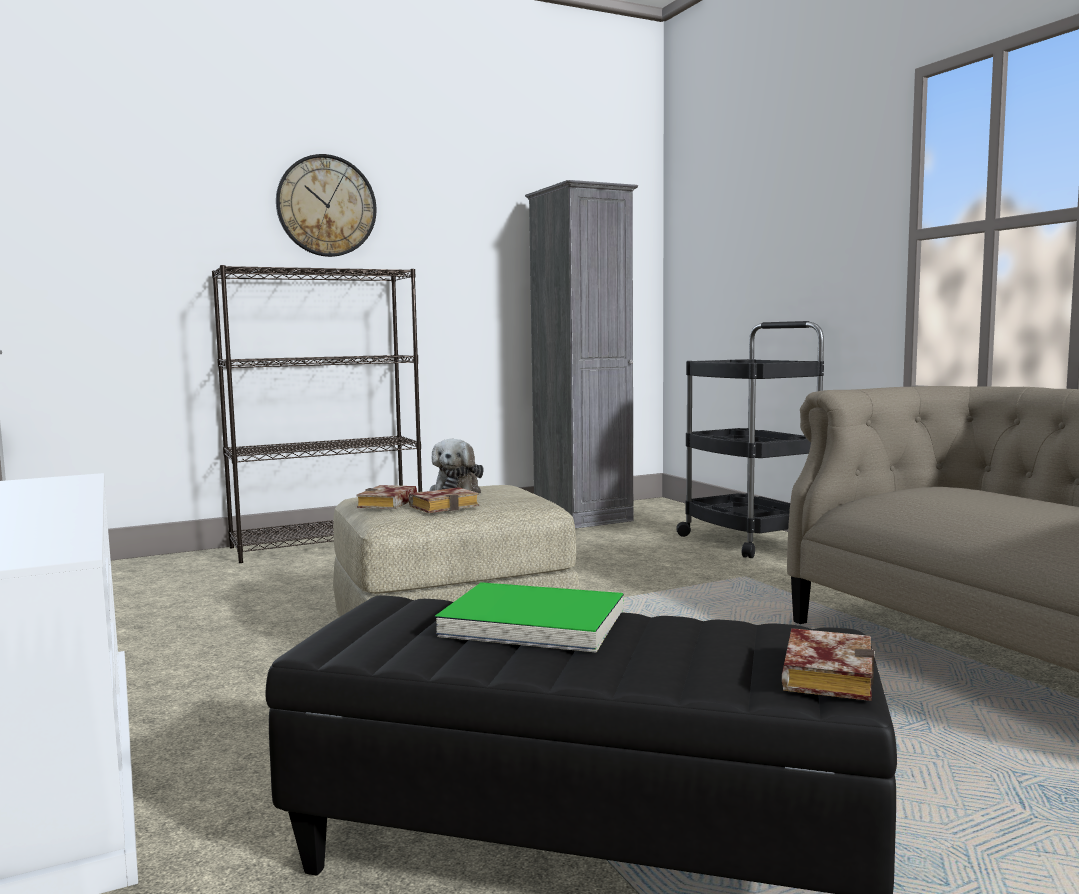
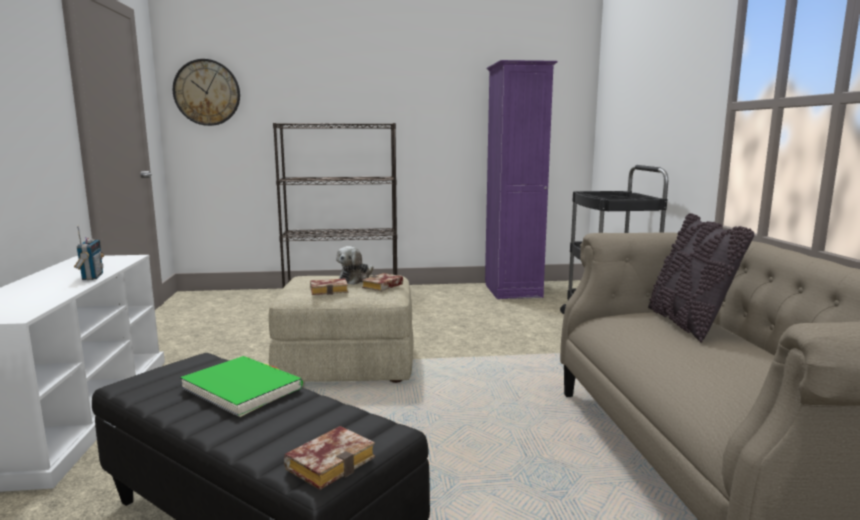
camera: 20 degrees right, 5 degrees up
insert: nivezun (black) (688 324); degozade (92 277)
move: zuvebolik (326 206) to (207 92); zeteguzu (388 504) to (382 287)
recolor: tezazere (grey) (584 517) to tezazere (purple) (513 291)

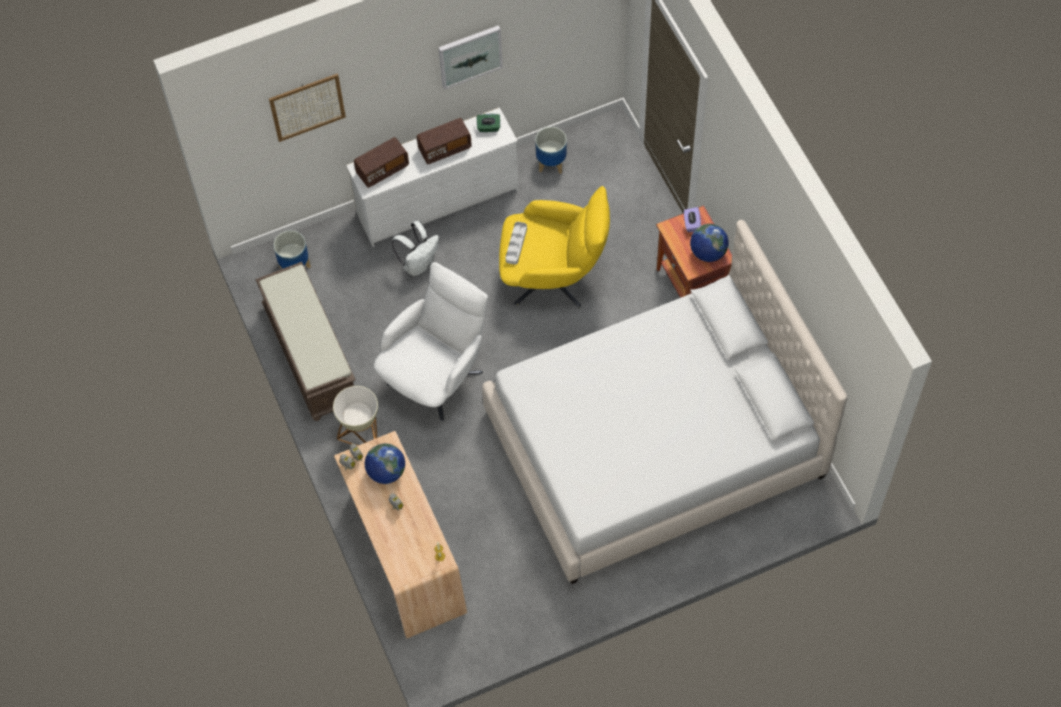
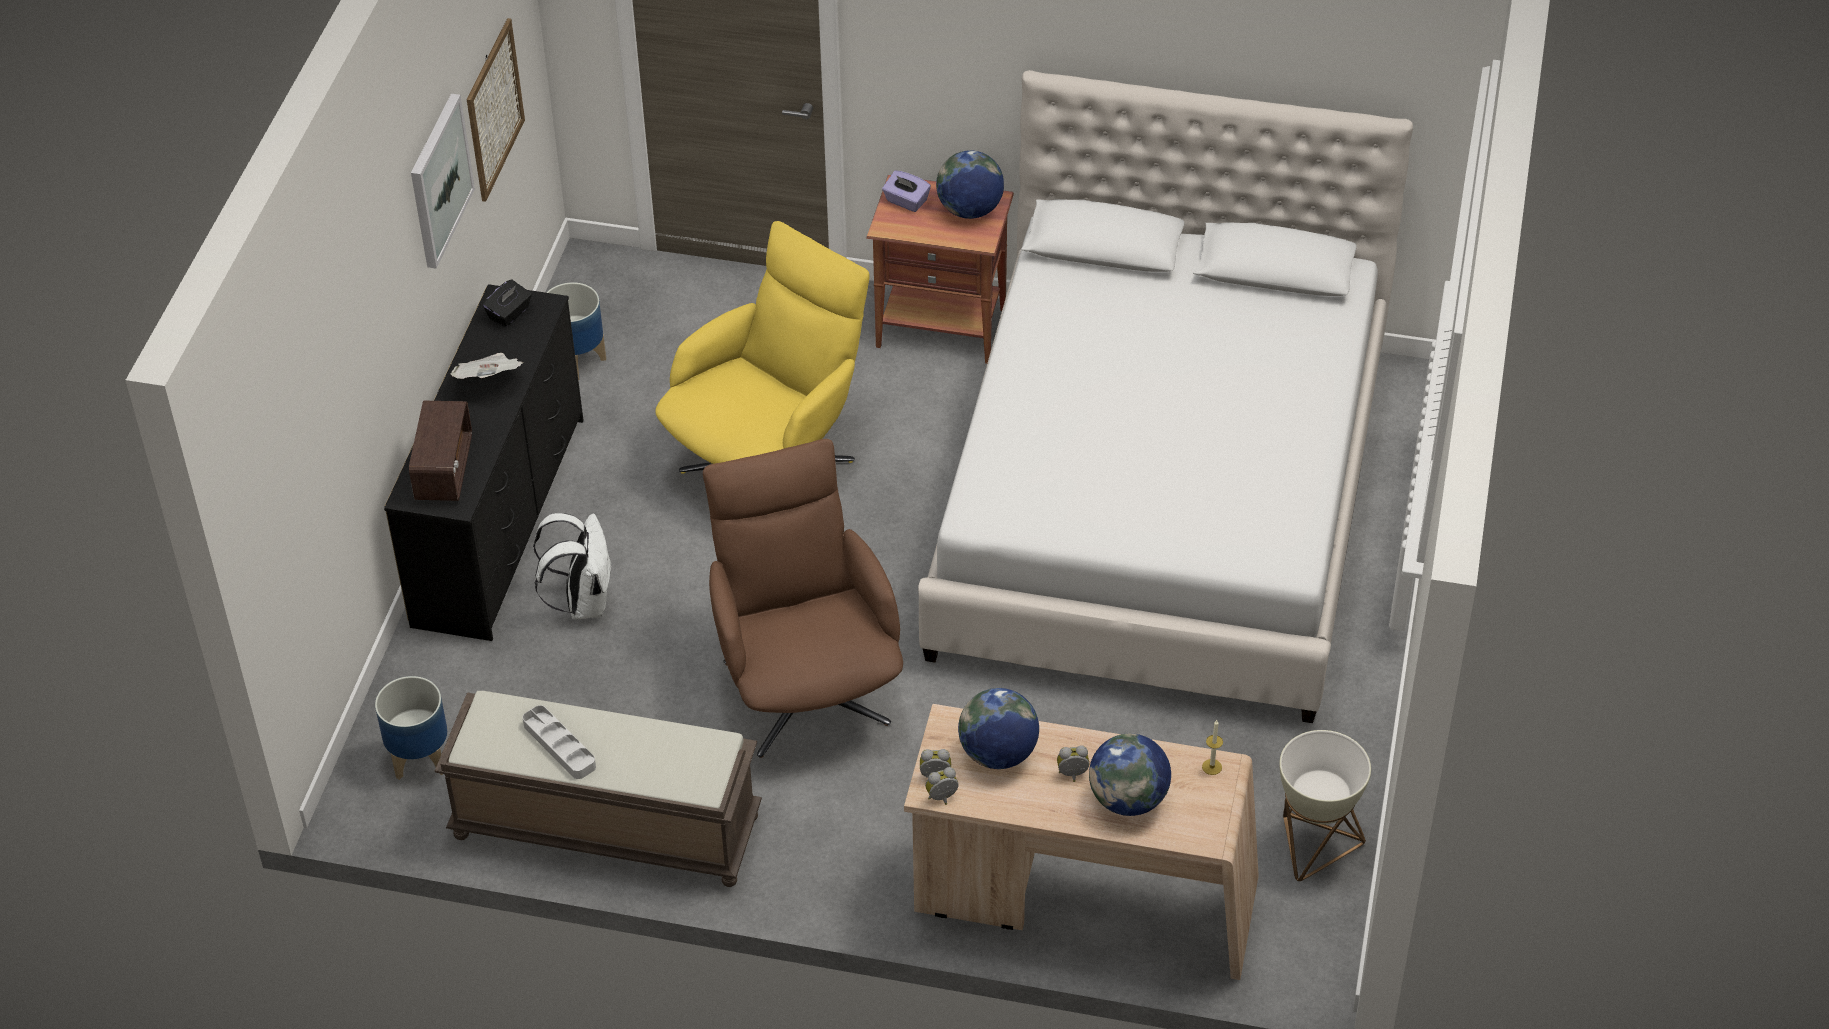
camera: 55 degrees left, 15 degrees down
insert: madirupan (1128 799)
move: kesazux (307 106) to (493 107); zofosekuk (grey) (516 244) to (559 745); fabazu (361 434) to (1315 844)
replace: degozade (444 149) to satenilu (489 380)
recolor: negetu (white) (438 203) to negetu (black) (500 521); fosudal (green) (488 127) to fosudal (black) (509 313); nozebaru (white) (437 376) to nozebaru (brown) (805 688)

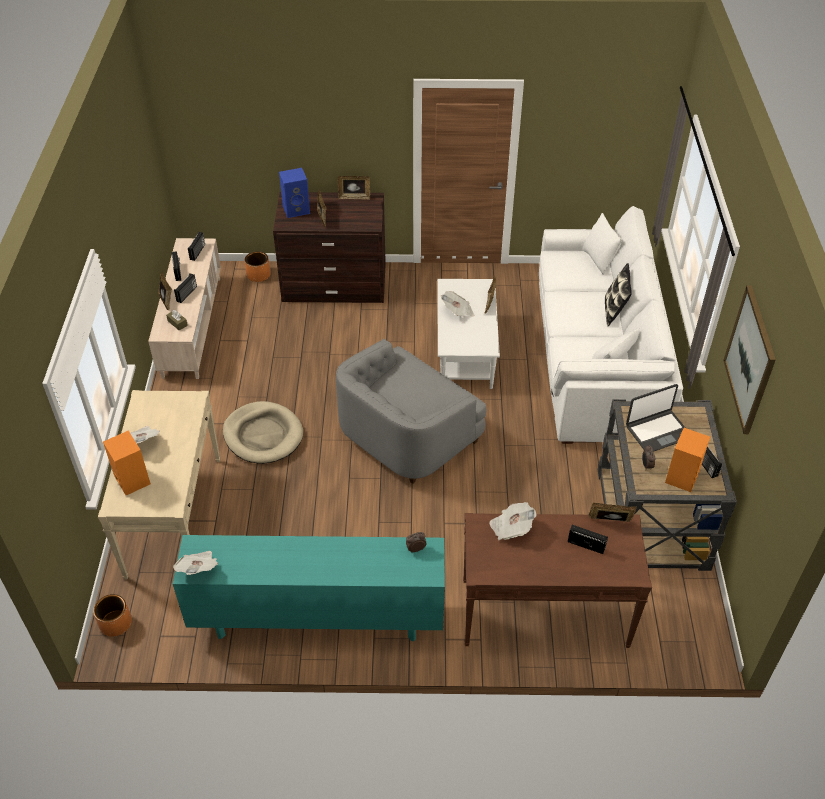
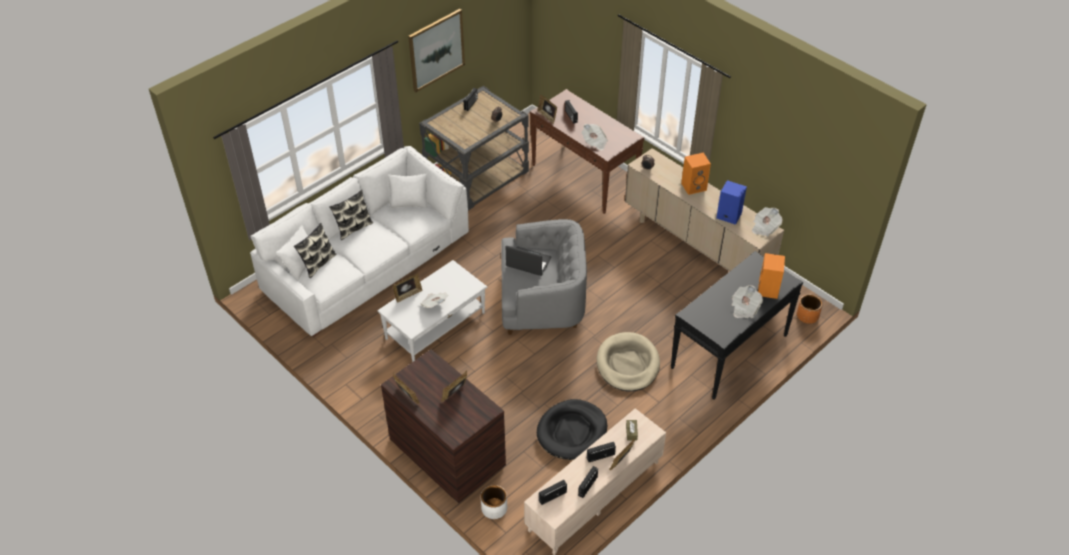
camera: 135 degrees left, 0 degrees up
insert: nivezun (318 263); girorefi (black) (572 432)
move: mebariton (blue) (296 209) to (728 216); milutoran (657 431) to (528 263); mebariton (orange) (682 478) to (694 186)
recolor: fabazu (orange) (258 275) to fabazu (white) (494 508); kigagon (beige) (174 516) to kigagon (black) (729 352); tezazere (turquoise) (317 620) to tezazere (beige) (696 246)

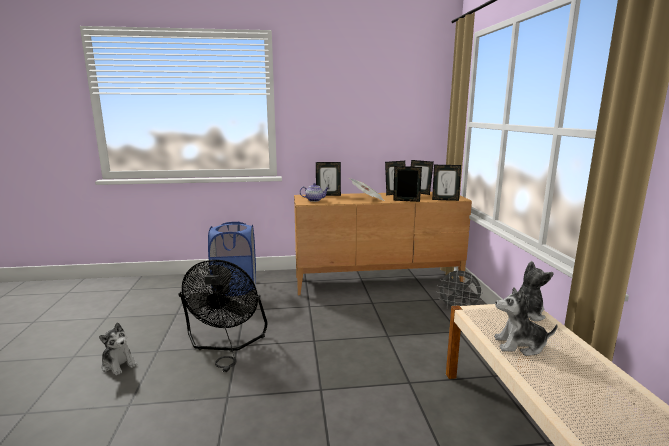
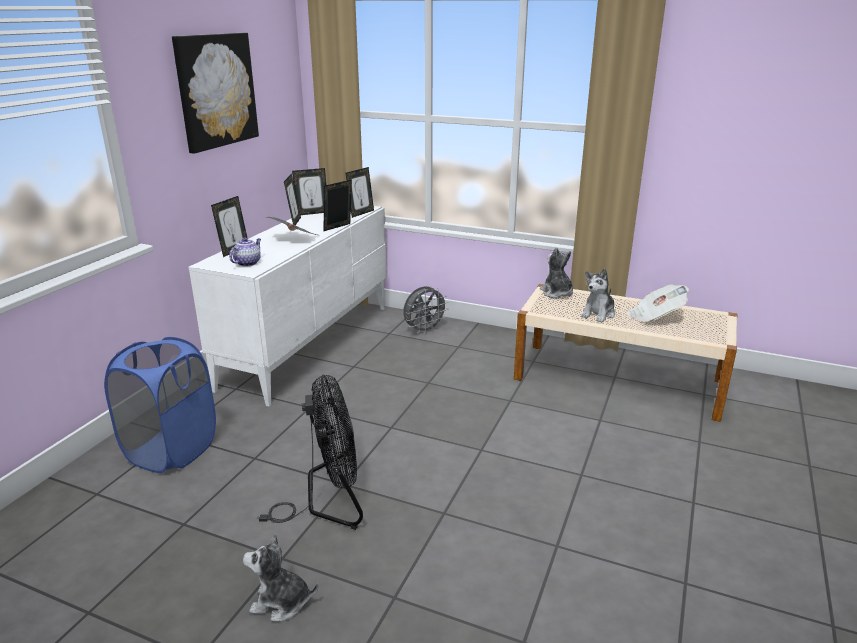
camera: 60 degrees left, 10 degrees up
insert: kesazux (216 91); satenilu (655 316)
recolor: negetu (brown) (378 281) to negetu (white) (308 344)
rotate: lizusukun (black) (223 344) = (327 494) 135 degrees clockwise; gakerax (118 364) = (281 602) 150 degrees counterclockwise

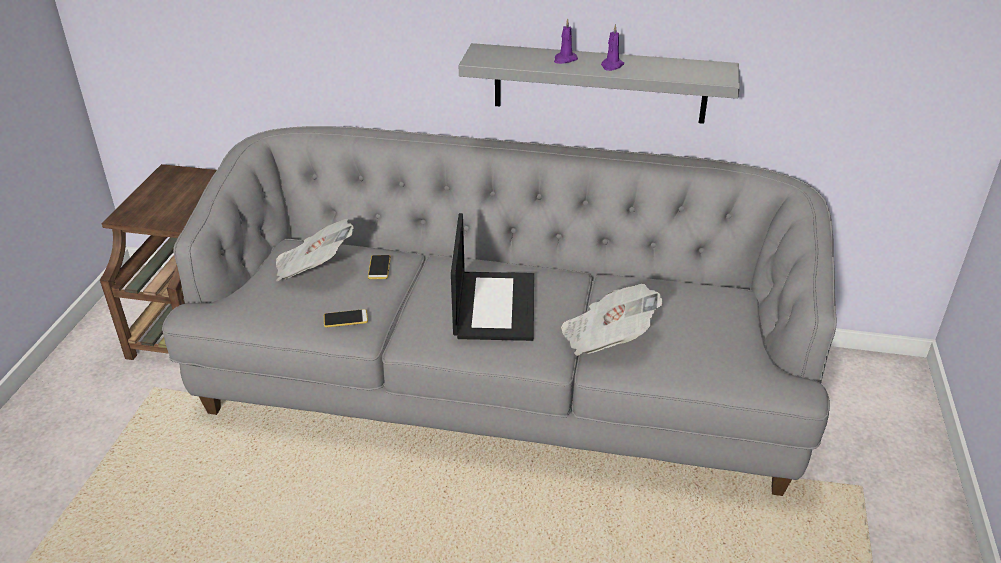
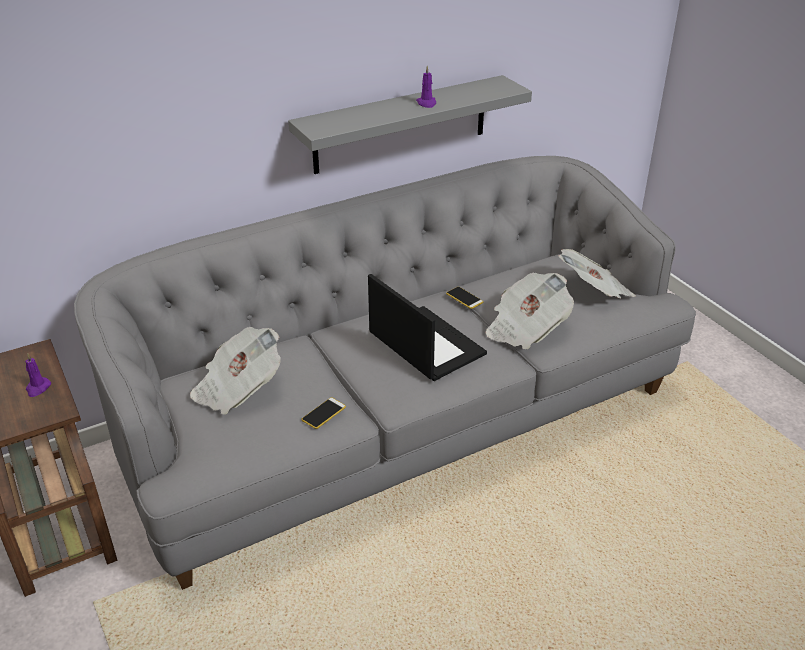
camera: 40 degrees left, 0 degrees up
insert: satenilu (594 292)
move: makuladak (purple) (564 59) to (38 388); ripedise (379 267) to (464 298)

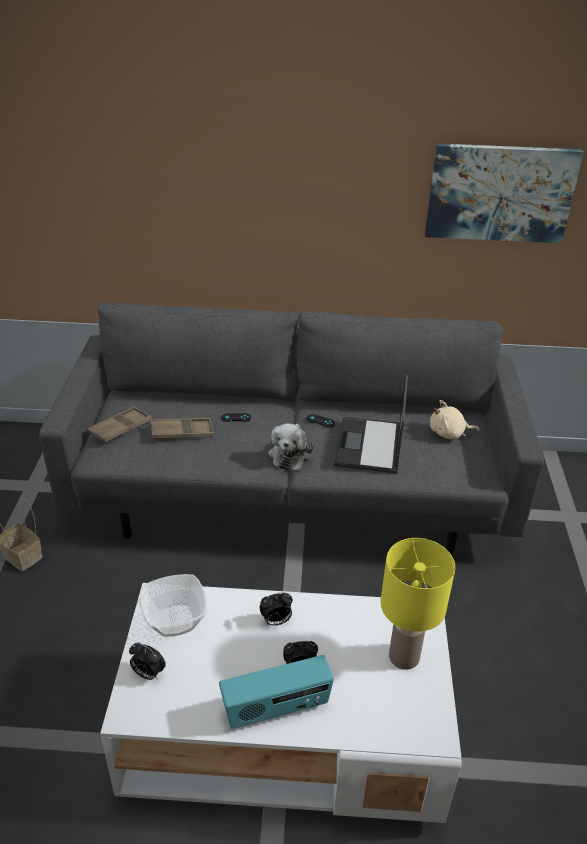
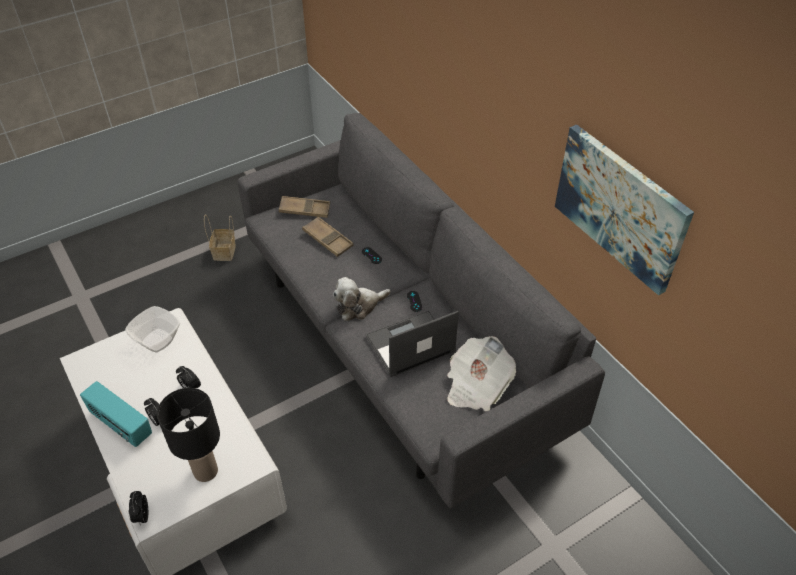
camera: 55 degrees right, 10 degrees up
move: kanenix (148 673) to (142 516)
replace: gakerax (beige) (449 433) to satenilu (476 385)
recolor: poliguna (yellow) (403 657) to poliguna (black) (204 471)

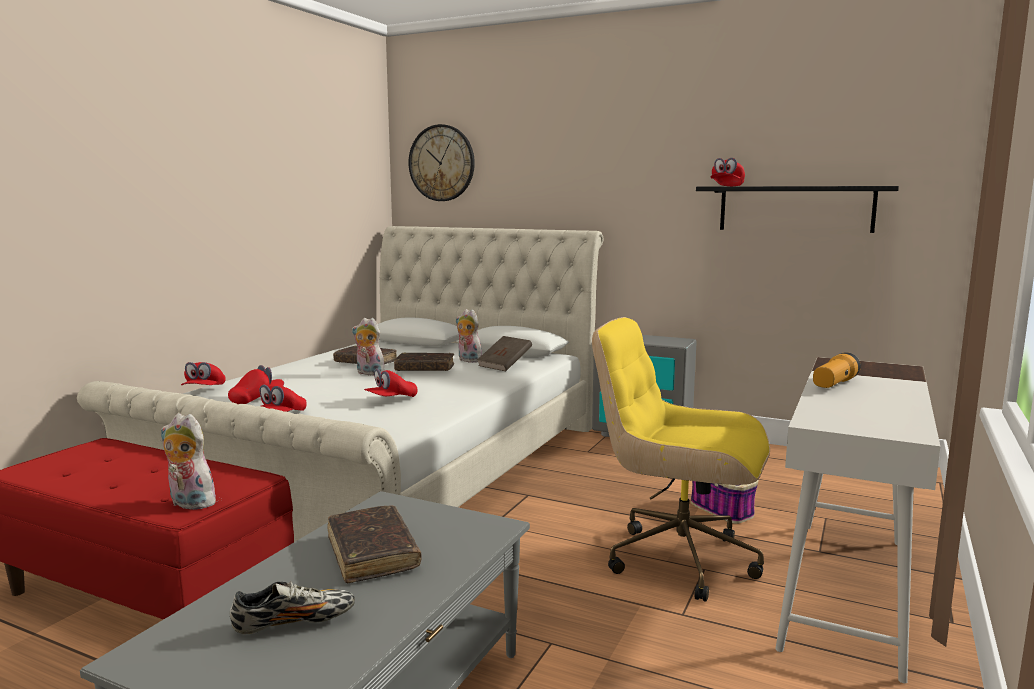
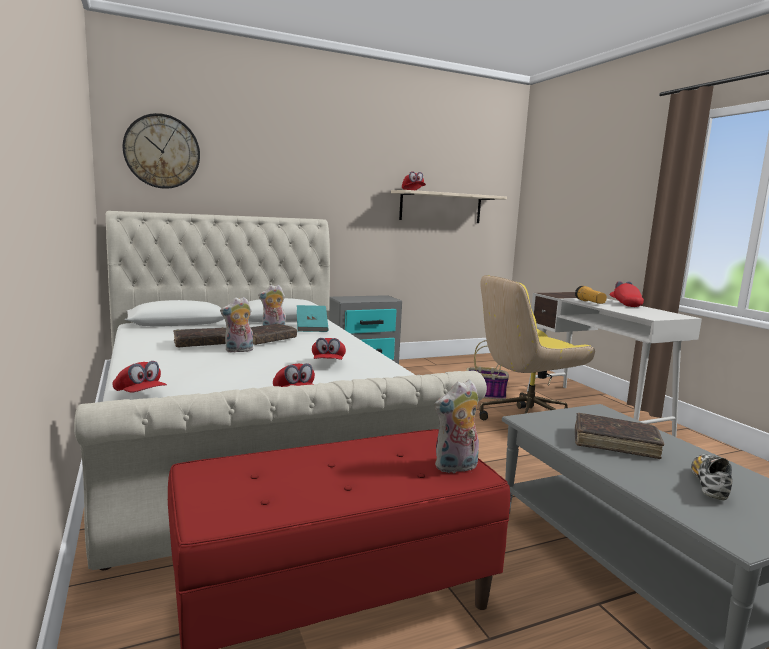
camera: 50 degrees left, 0 degrees up
move: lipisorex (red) (257 399) to (625 304)
recolor: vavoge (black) (795 209) to vavoge (beige) (441 207); zeteguzu (brown) (504 365) to zeteguzu (turquoise) (312 328)

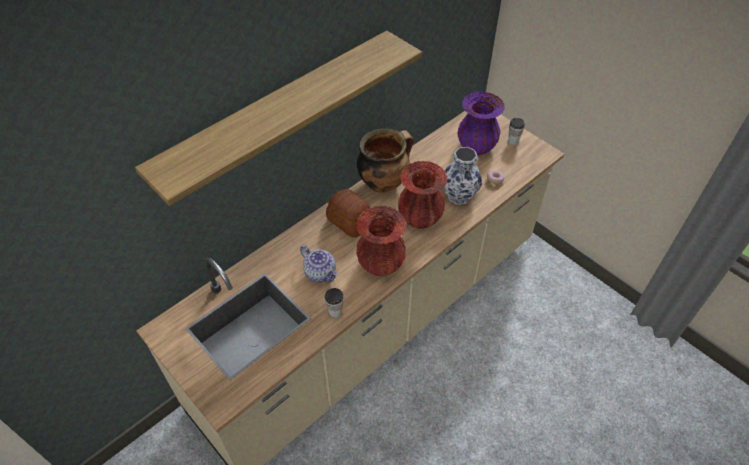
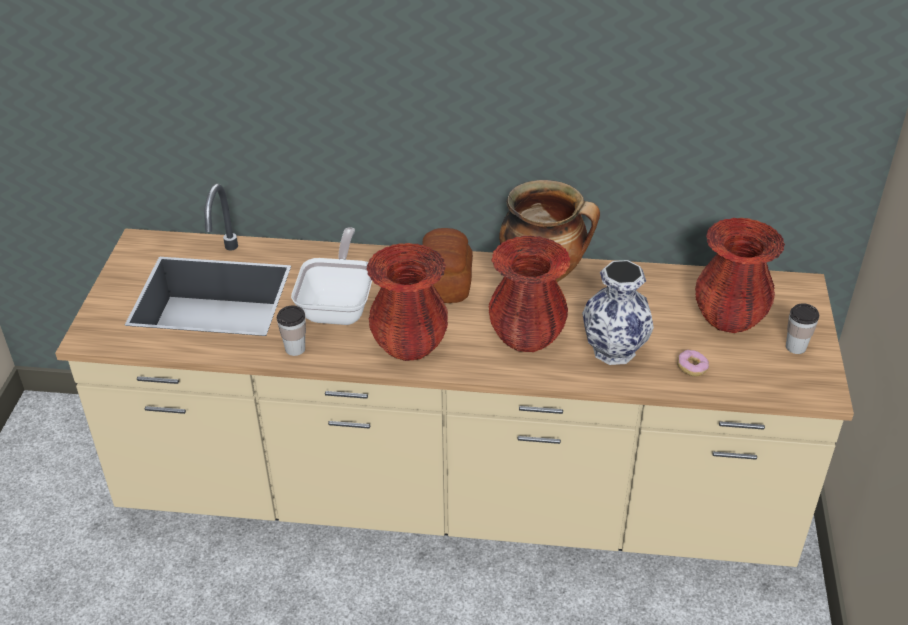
camera: 50 degrees right, 10 degrees down
delete: vavoge (277 113)
replace: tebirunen (320 273) to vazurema (339 305)
recolor: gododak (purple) (476 146) to gododak (red) (728 317)

